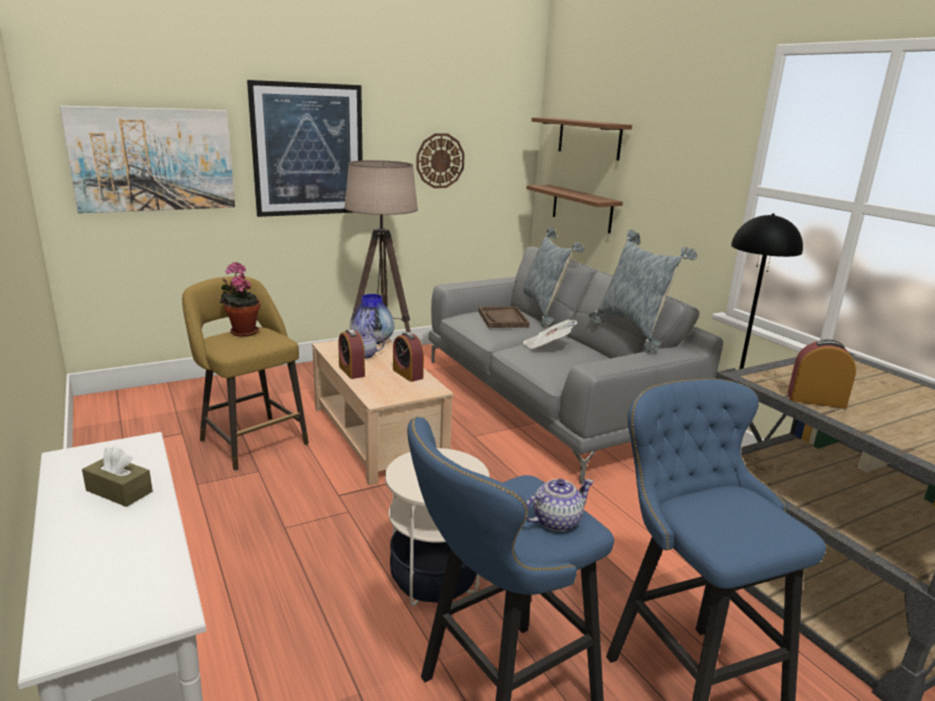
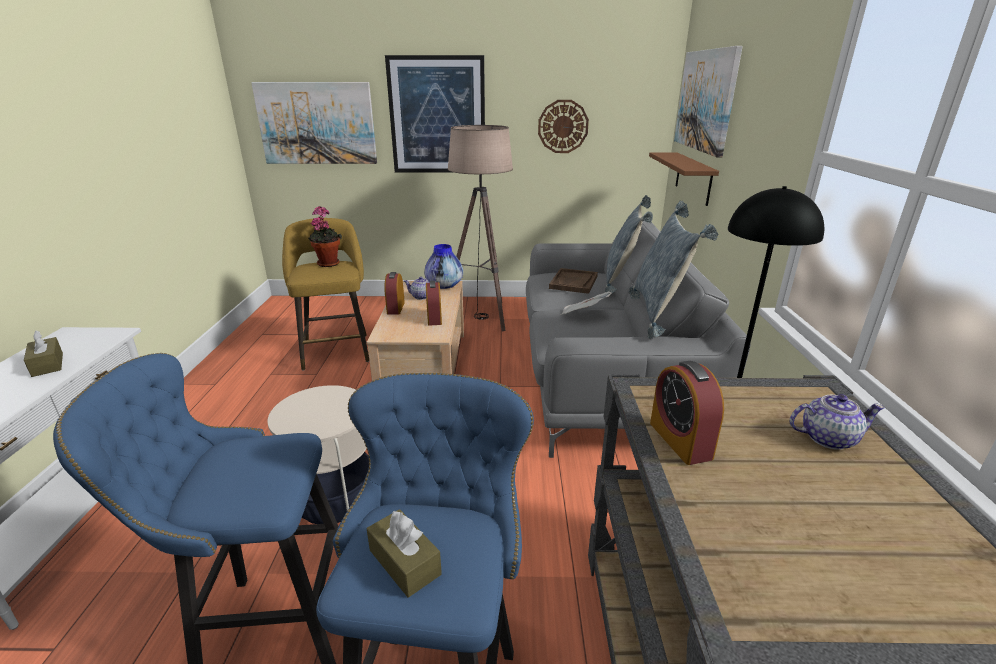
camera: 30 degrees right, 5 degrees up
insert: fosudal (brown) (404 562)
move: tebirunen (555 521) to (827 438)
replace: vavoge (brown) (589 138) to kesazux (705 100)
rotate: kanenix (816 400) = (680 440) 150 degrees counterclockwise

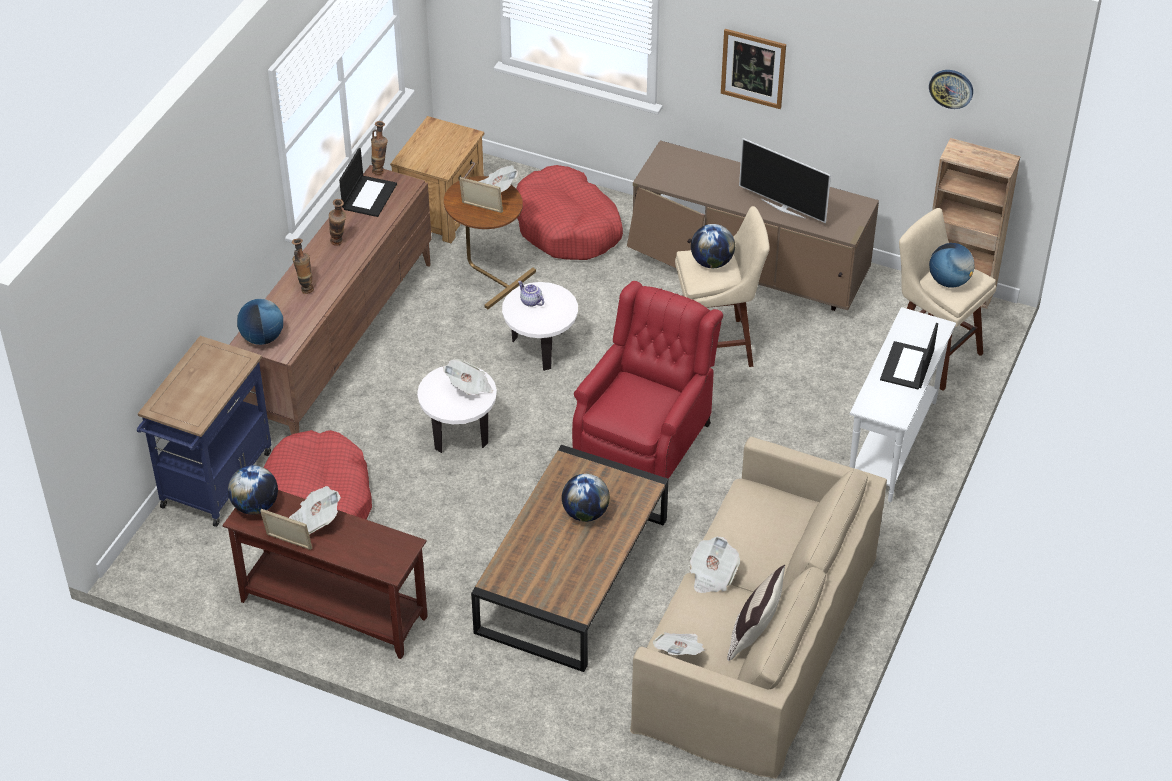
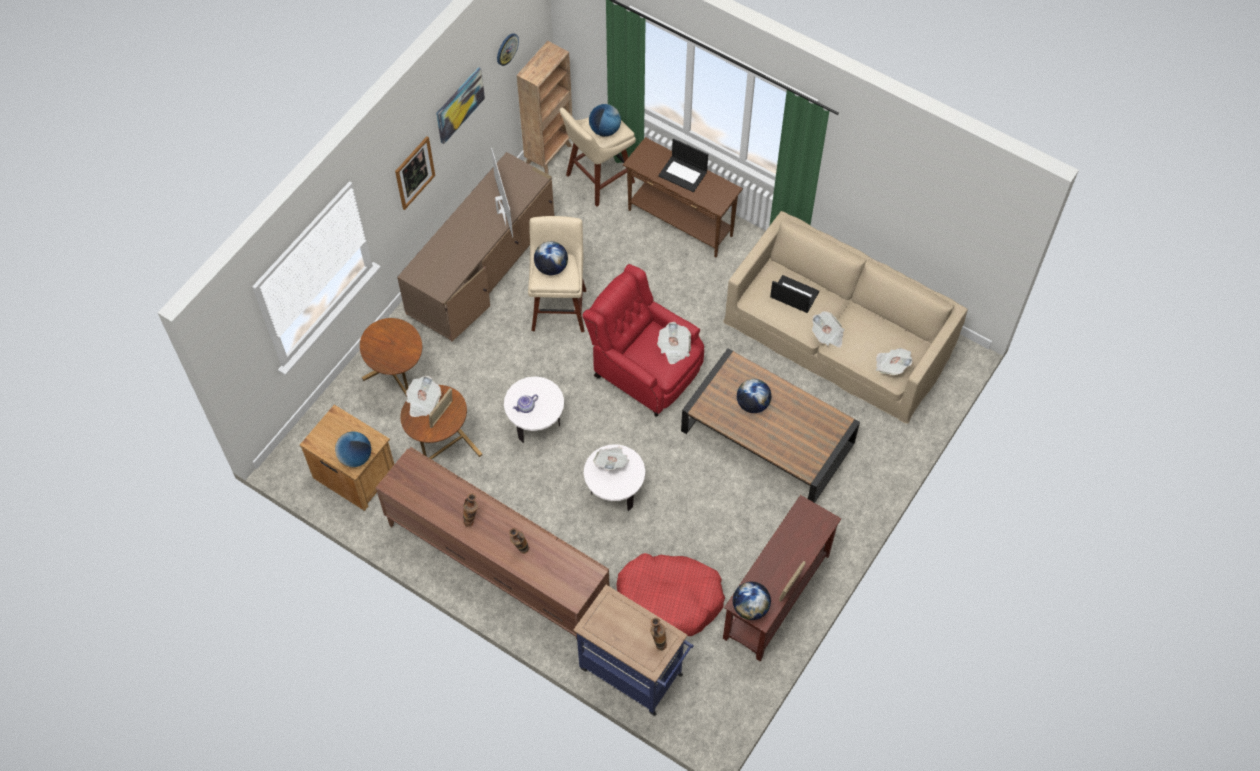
camera: 80 degrees left, 15 degrees up
delete: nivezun (754 636)
insert: kesazux (459 105)
move: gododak (380 170) to (658 643); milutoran (369 196) to (793 295); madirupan (262 338) to (355 457); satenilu (315 520) to (674 348)
replace: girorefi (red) (568 227) to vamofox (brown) (400 384)
recolor: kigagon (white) (893 446) to kigagon (brown) (681 222)
rotate: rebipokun (783 208) = (500 211) 60 degrees counterclockwise

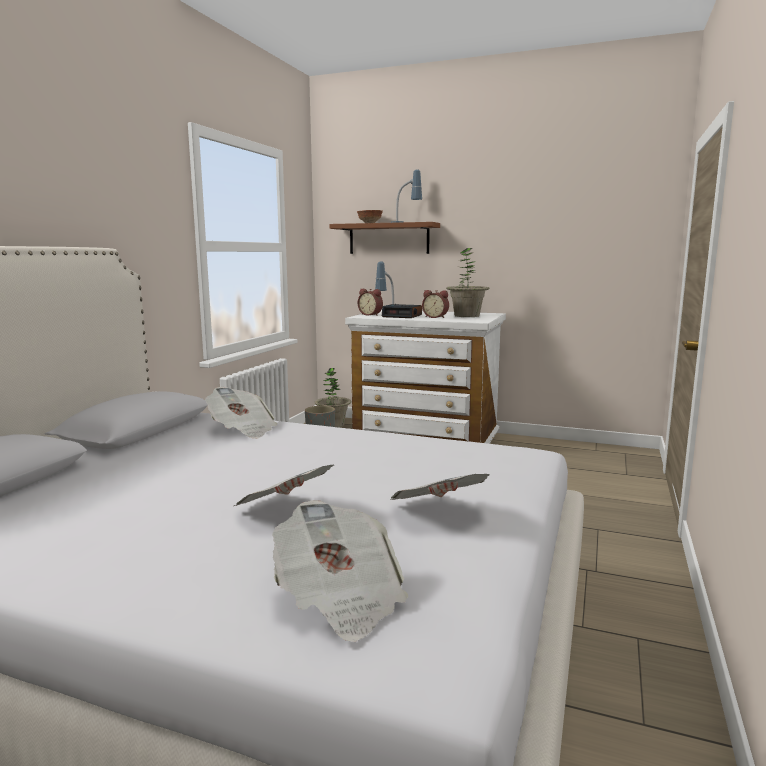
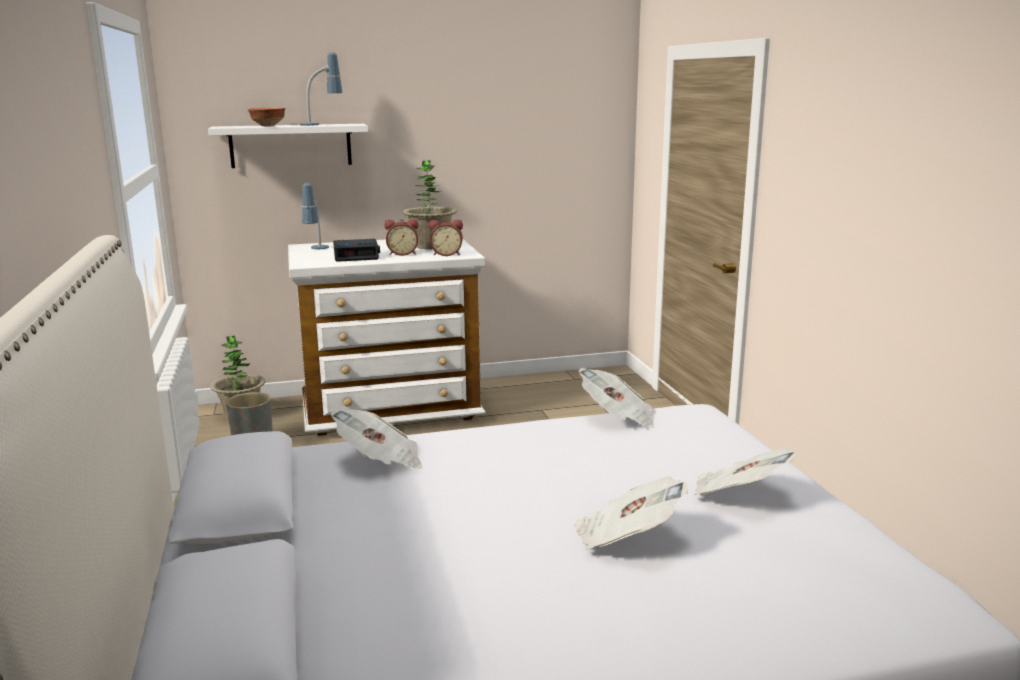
camera: 35 degrees left, 5 degrees up
move: kanenix (371 315) to (447 254); satenilu (340 599) to (618 417)
recolor: vavoge (brown) (389 239) to vavoge (white) (291 145)

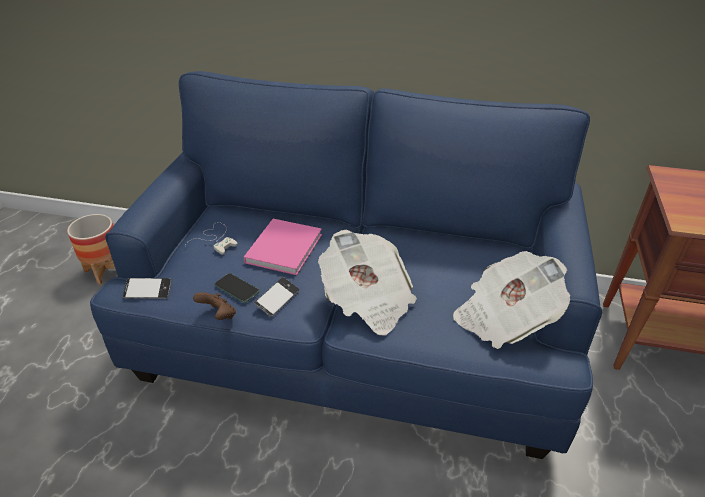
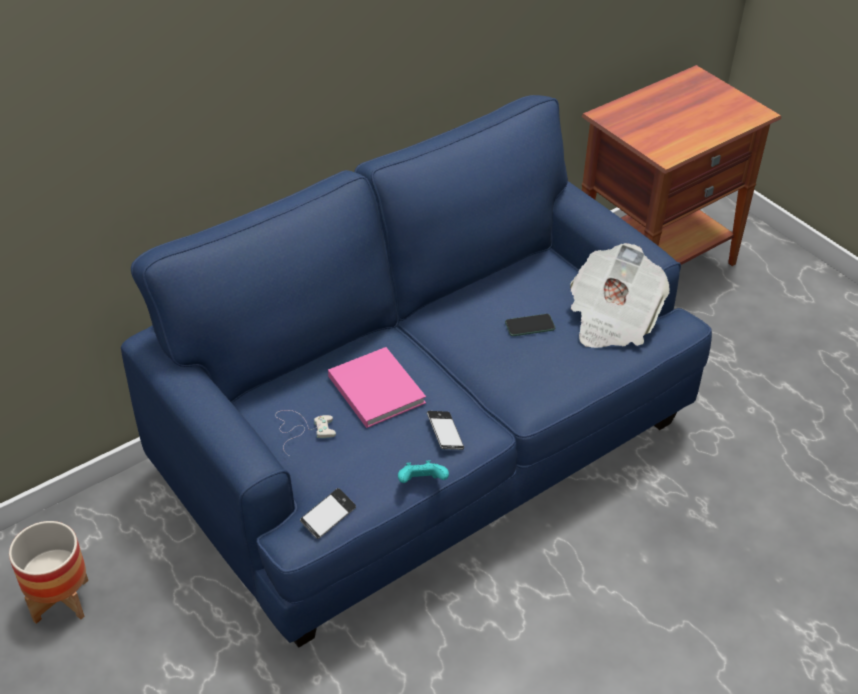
camera: 50 degrees left, 5 degrees up
delete: satenilu (367 300)
move: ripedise (237 288) to (530 326)
recolor: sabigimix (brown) (218 315) to sabigimix (turquoise) (422 483)

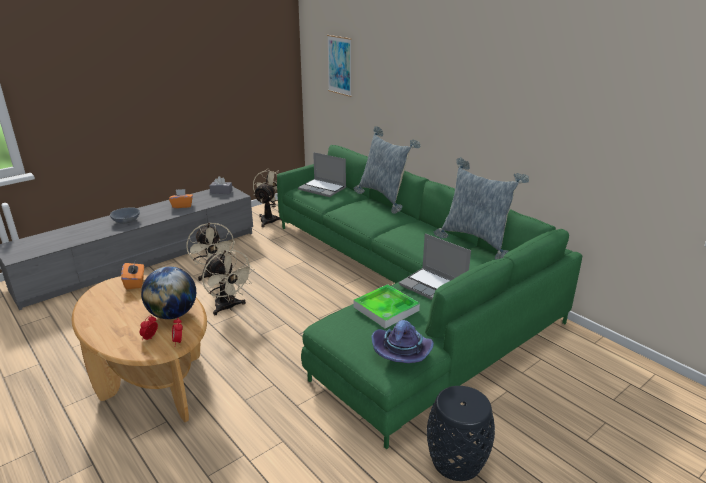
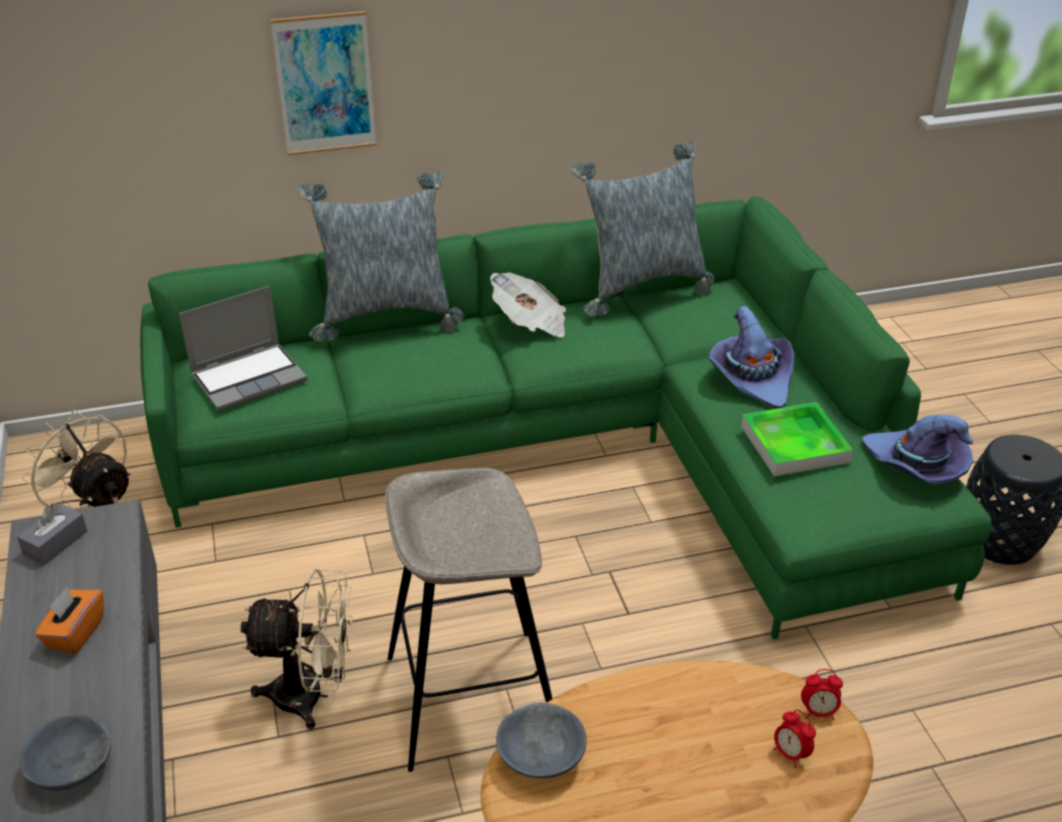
camera: 65 degrees left, 10 degrees up
delete: madirupan (173 314)
insert: satenilu (530 322)
move: kesazux (339 65) to (325 84)
replace: milutoran (434 287) to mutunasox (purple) (751 377); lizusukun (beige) (228 307) to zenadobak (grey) (470 697); fosudal (orange) (135 283) to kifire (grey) (540 757)

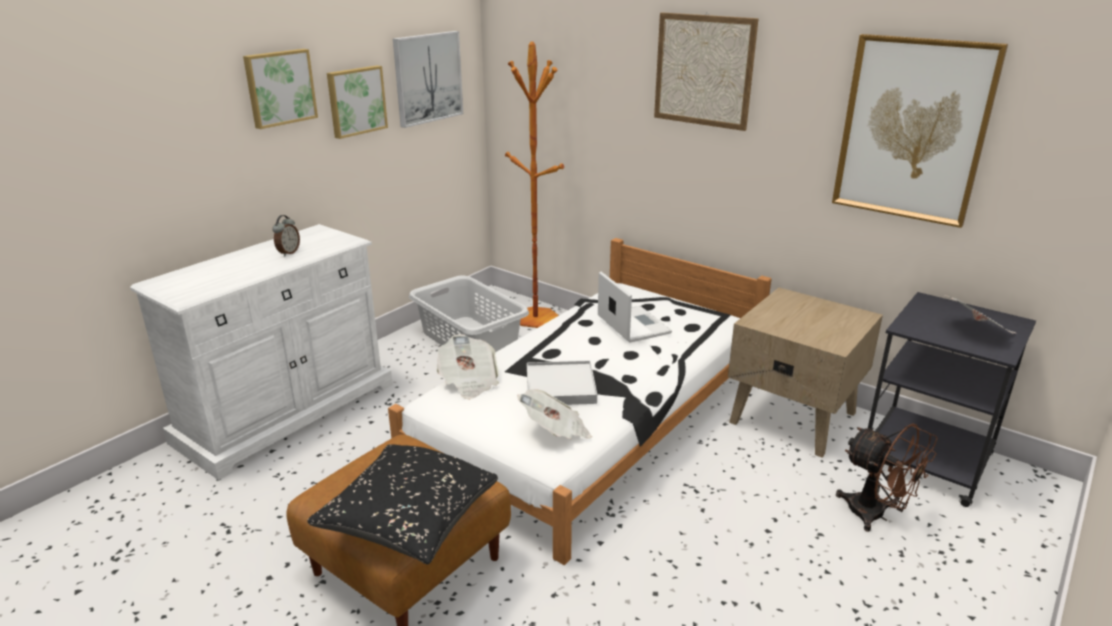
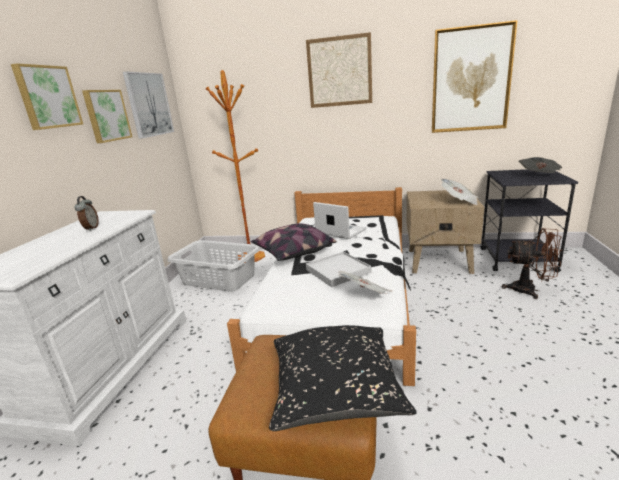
camera: 25 degrees left, 5 degrees down
insert: nivezun (293 253)
move: satenilu (469 381) to (459 201)

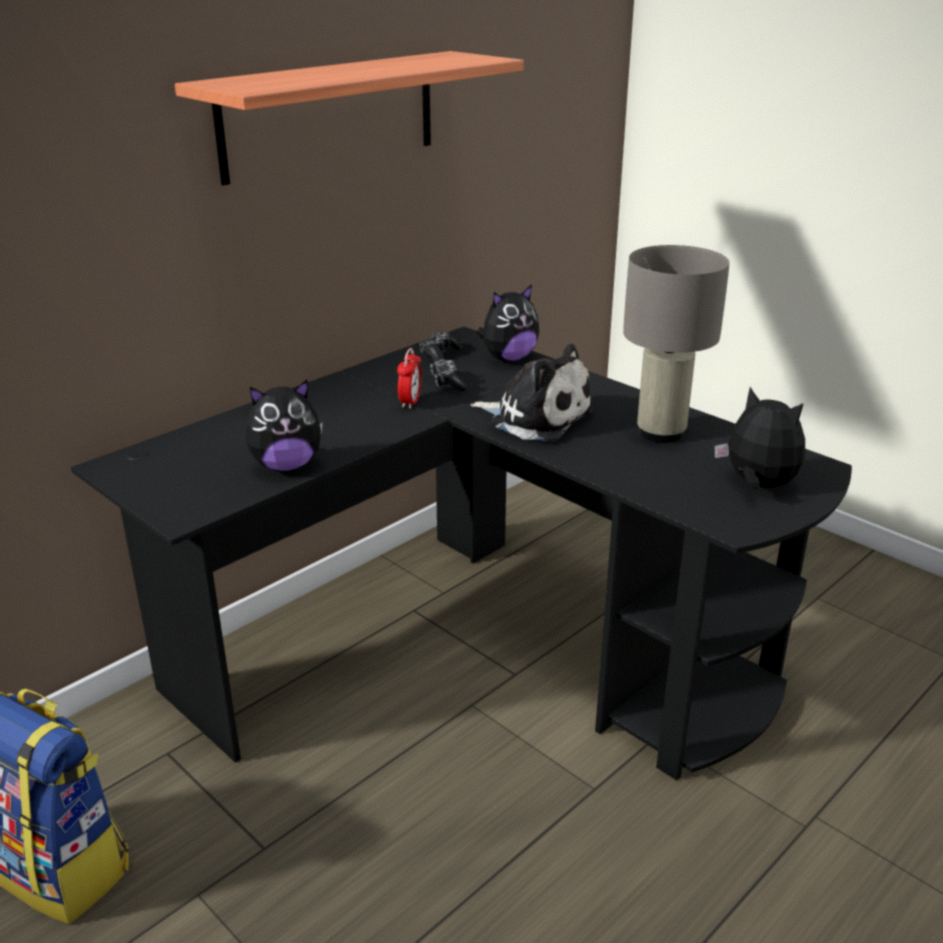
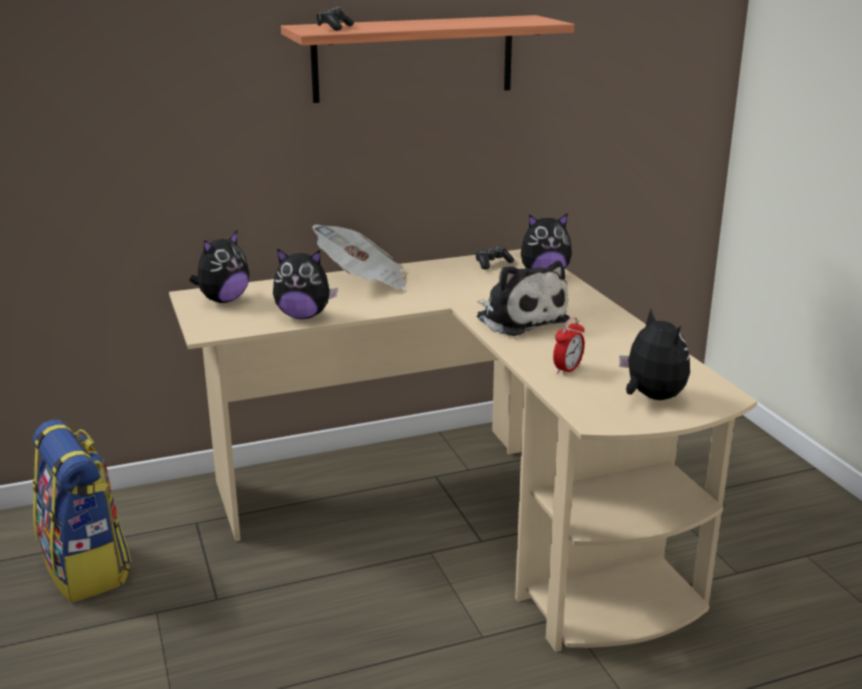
camera: 25 degrees right, 5 degrees down
delete: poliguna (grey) (661 433)
insert: satenilu (363 281); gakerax (223 300)
move: kanenix (410 402) to (567 370); sabigimix (448 382) to (334 28)
recolor: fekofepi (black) (472 645) to fekofepi (beige) (462 512)

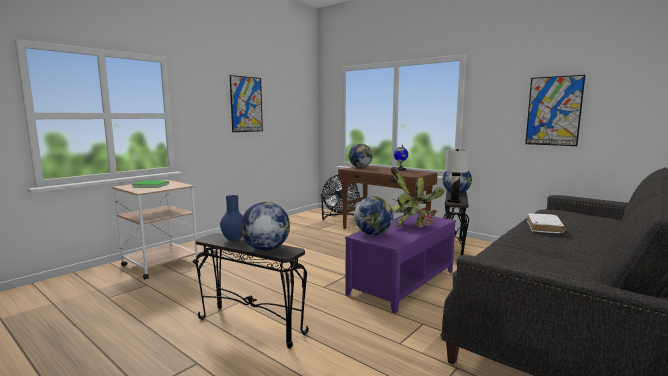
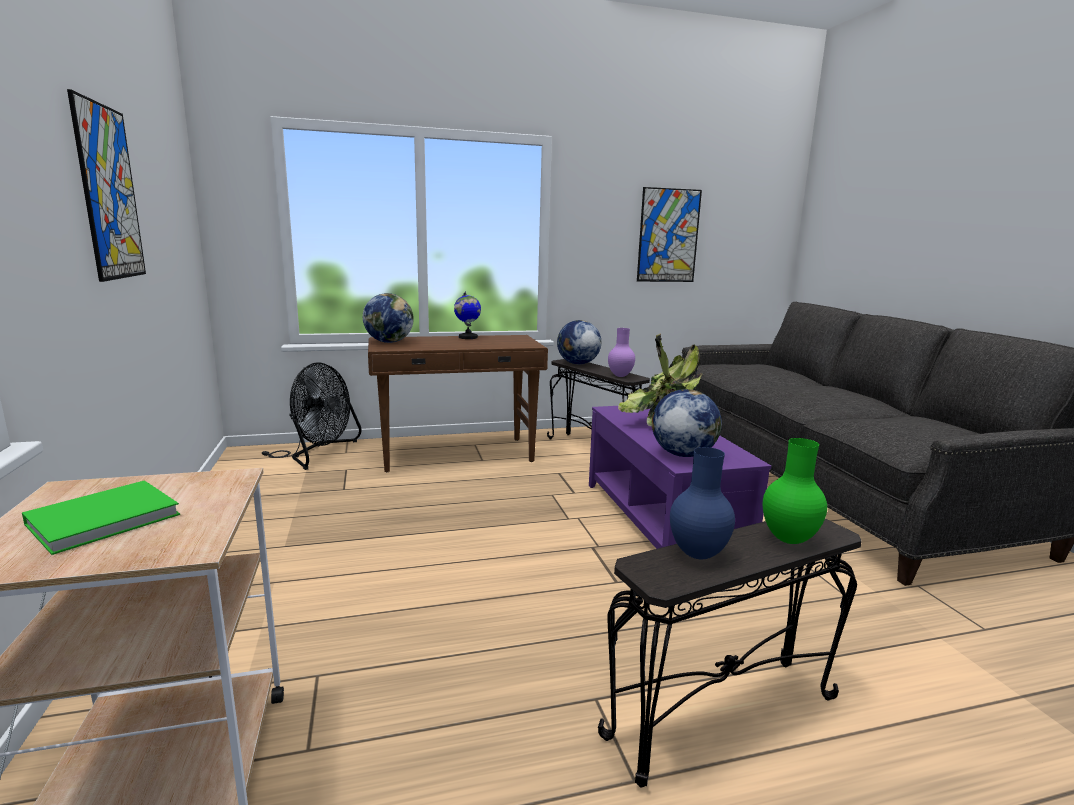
camera: 55 degrees left, 5 degrees up
delete: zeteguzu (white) (544 228)
replace: poliguna (white) (454 201) to gododak (purple) (621 376); madirupan (265 249) to gododak (green) (788 540)

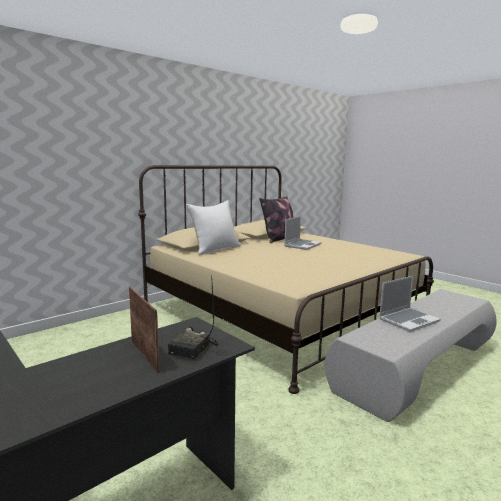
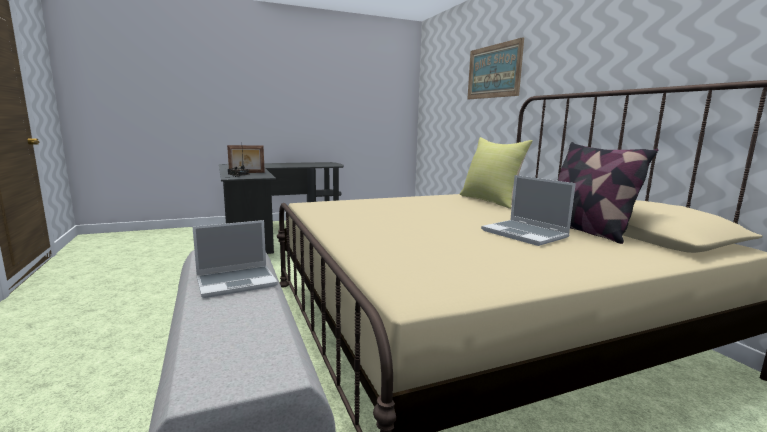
camera: 110 degrees right, 0 degrees up
insert: kesazux (493 71)
recolor: nivezun (white) (215 249) to nivezun (yellow) (491 201)
rotate: milutoran (408 320) = (237 282) 105 degrees counterclockwise

